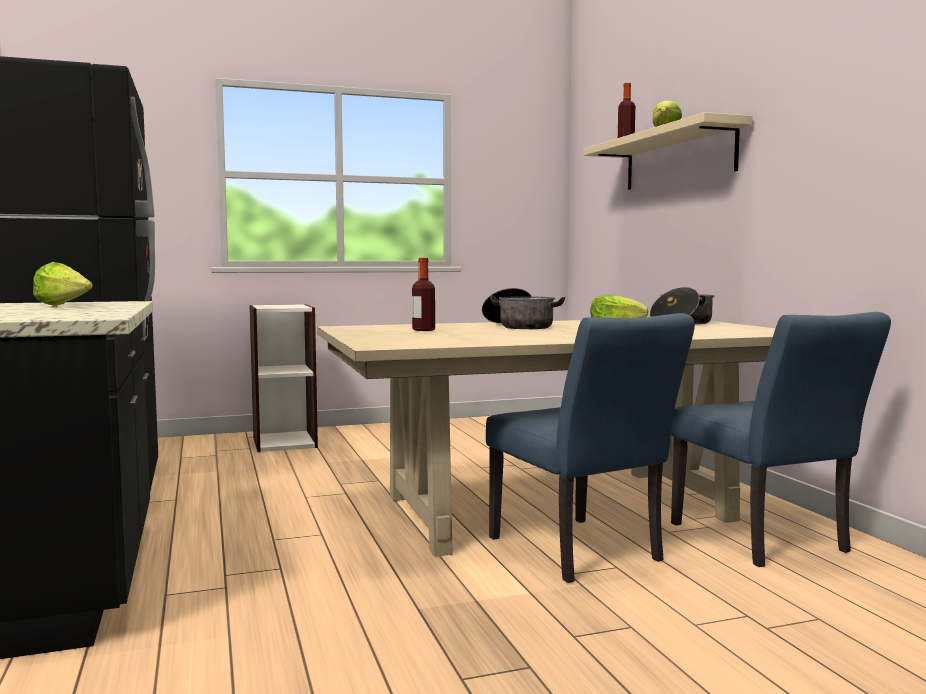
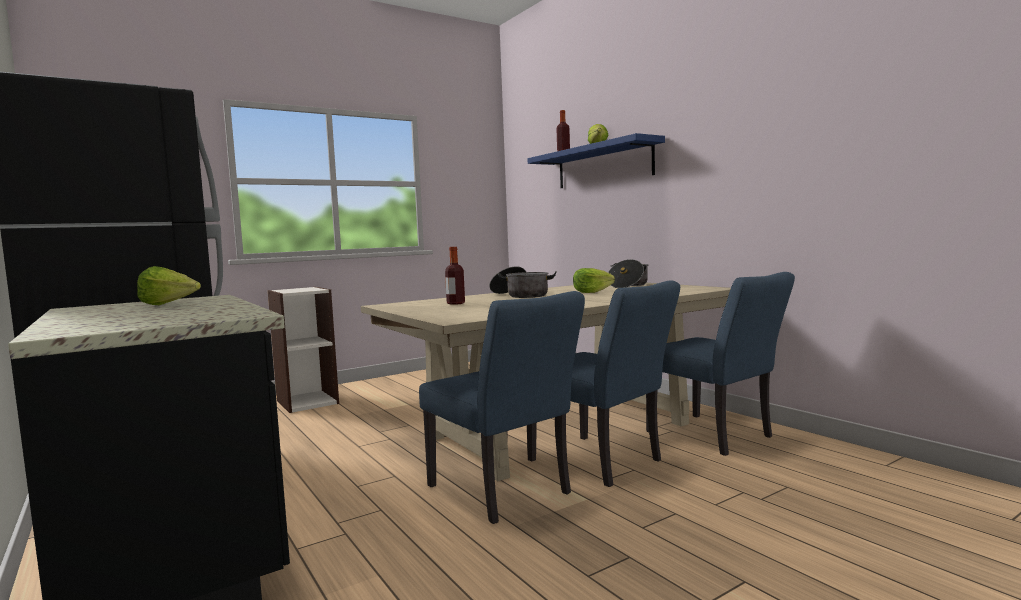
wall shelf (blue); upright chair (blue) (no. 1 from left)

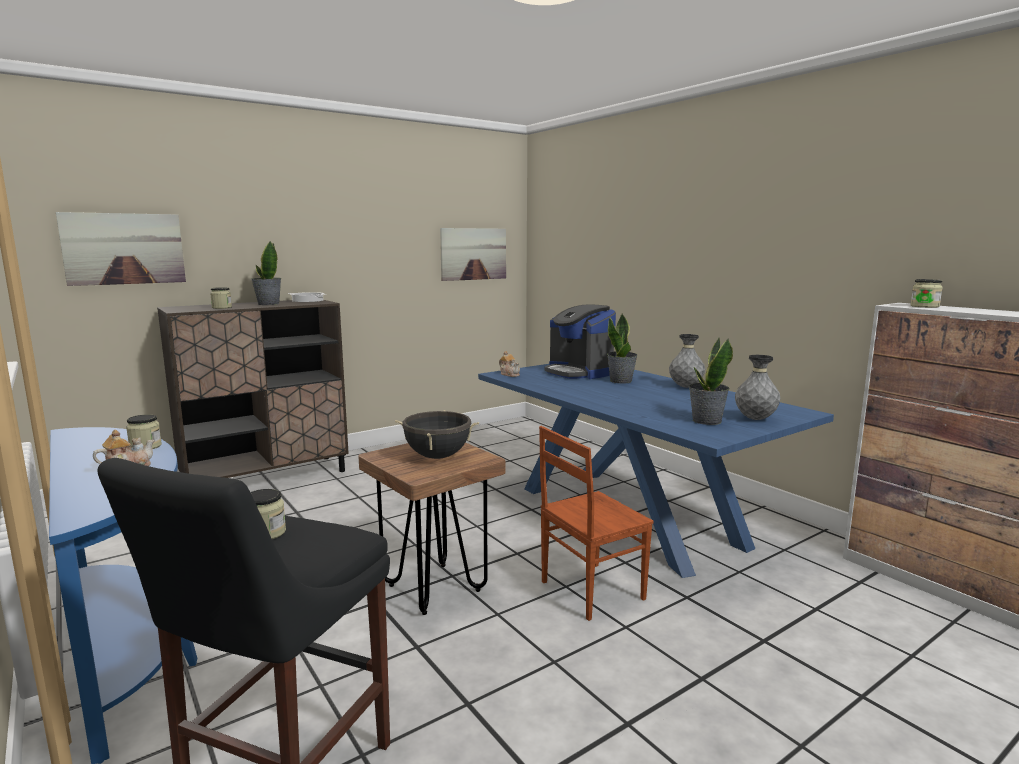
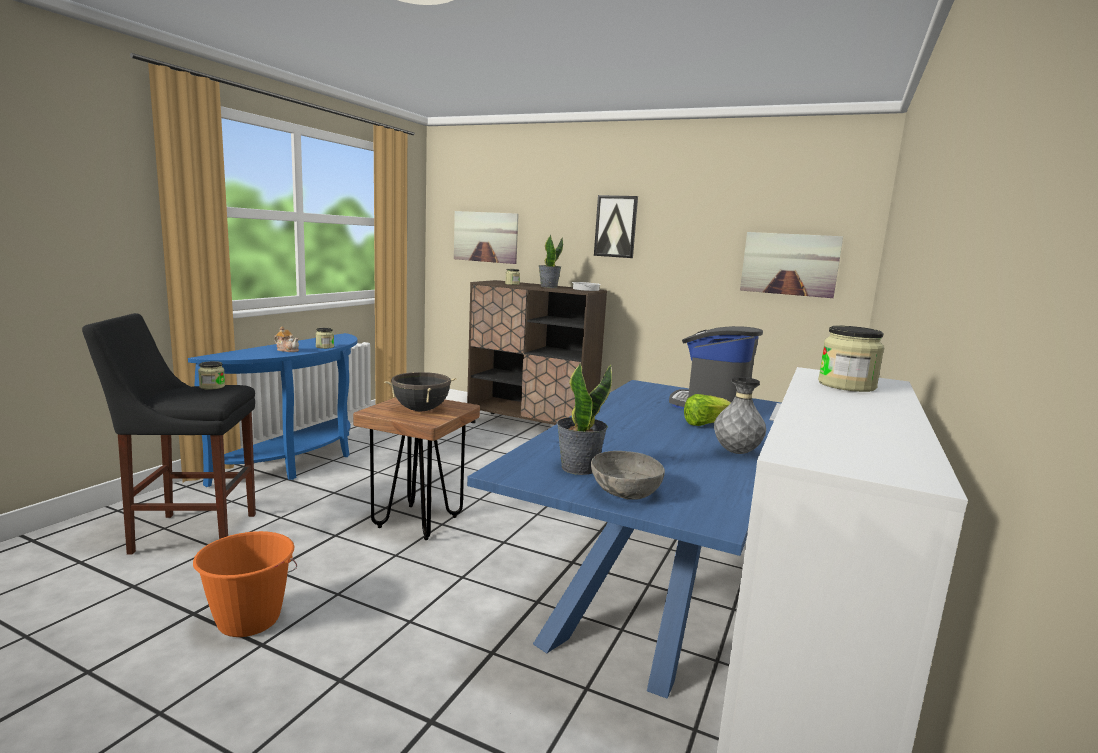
teapot (no. 2 from left in the first image); upright chair (brownish); lettuce head; deep dish (greyish); pail (orange-coloured); picture (no. 2 from left)

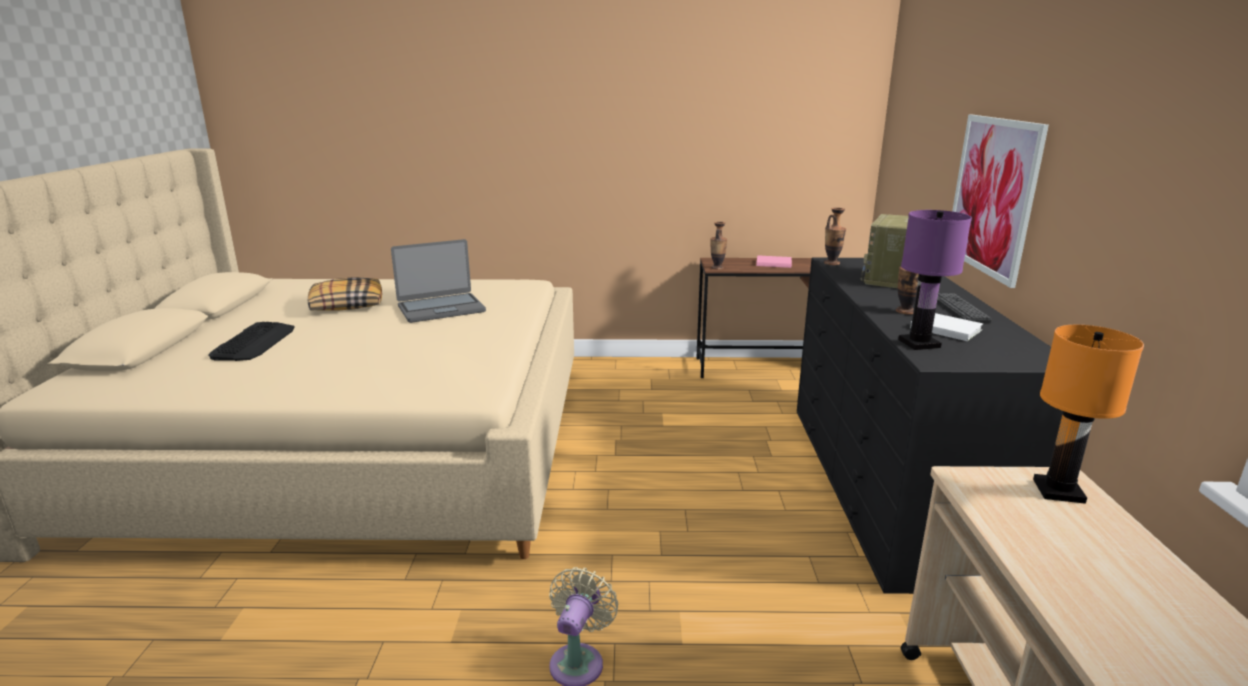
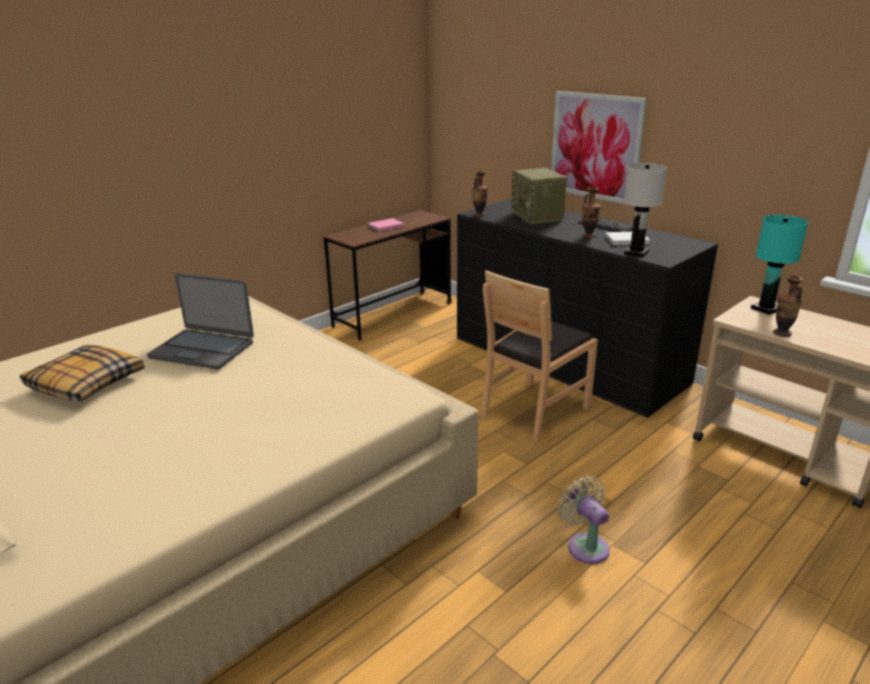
PC keyboard (no. 1 from left in the first image); laptop; decorative vase (no. 3 from left); table lamp (white-coloured); table lamp (turquoise-coloured); upright chair (brownish)

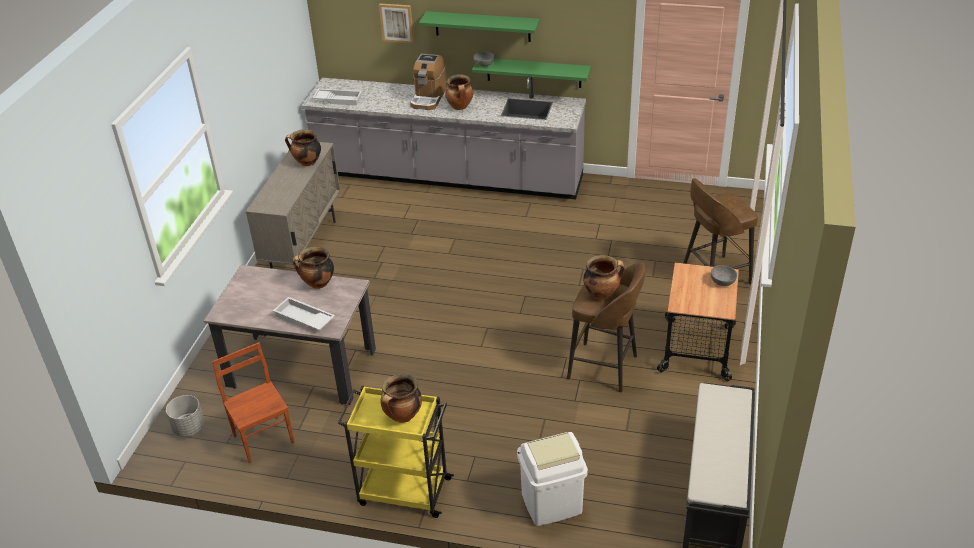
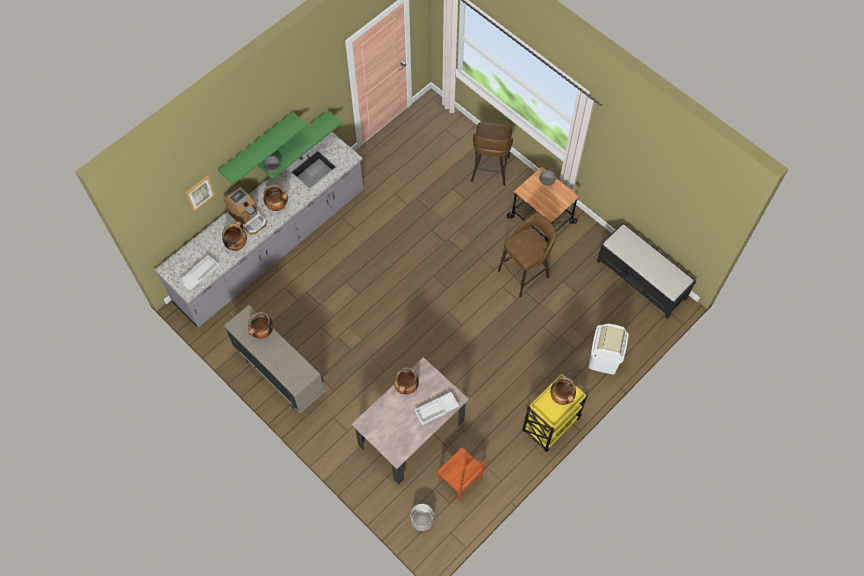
upright chair (brownish); stockpot (no. 1 from left)

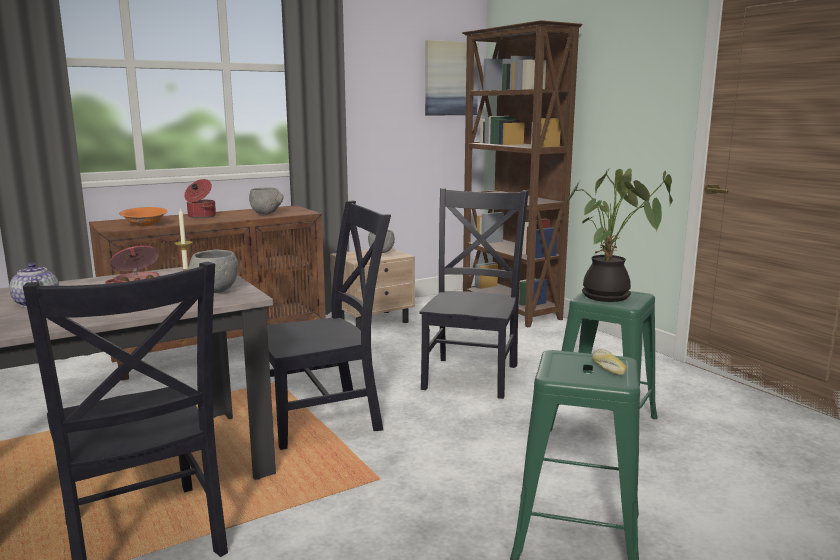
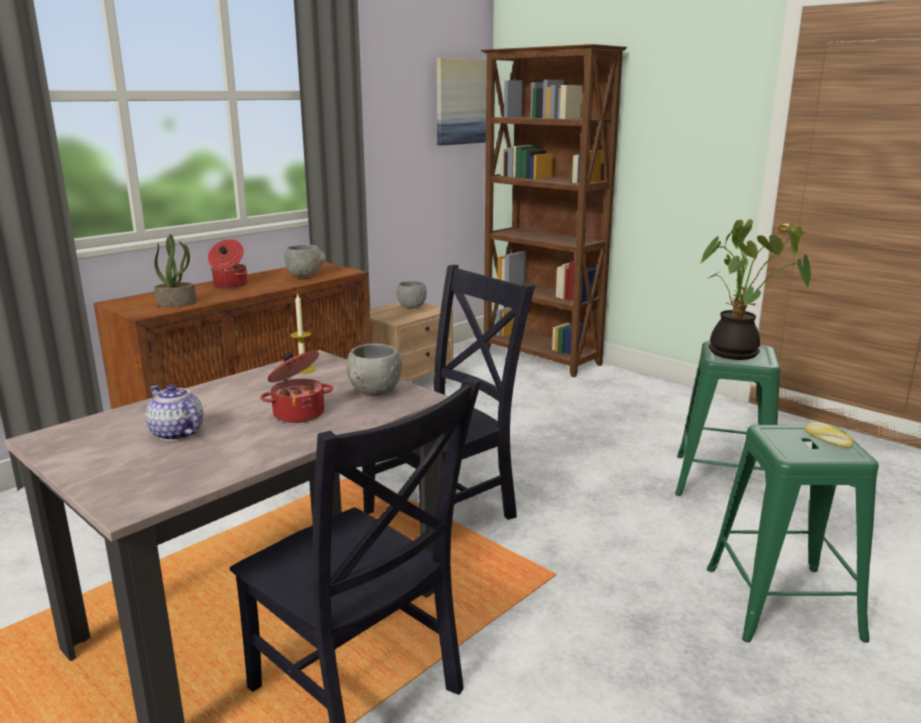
houseplant (no. 1 from left); upright chair (black) (no. 3 from left in the first image)

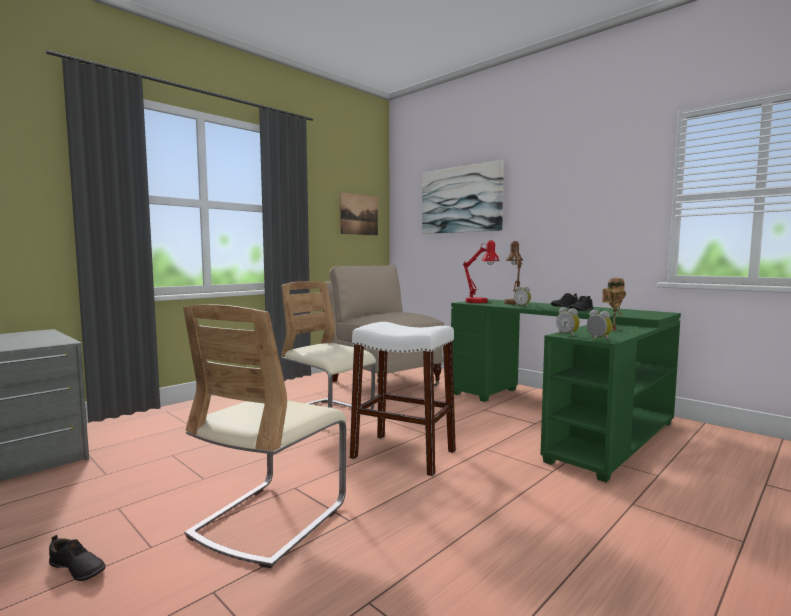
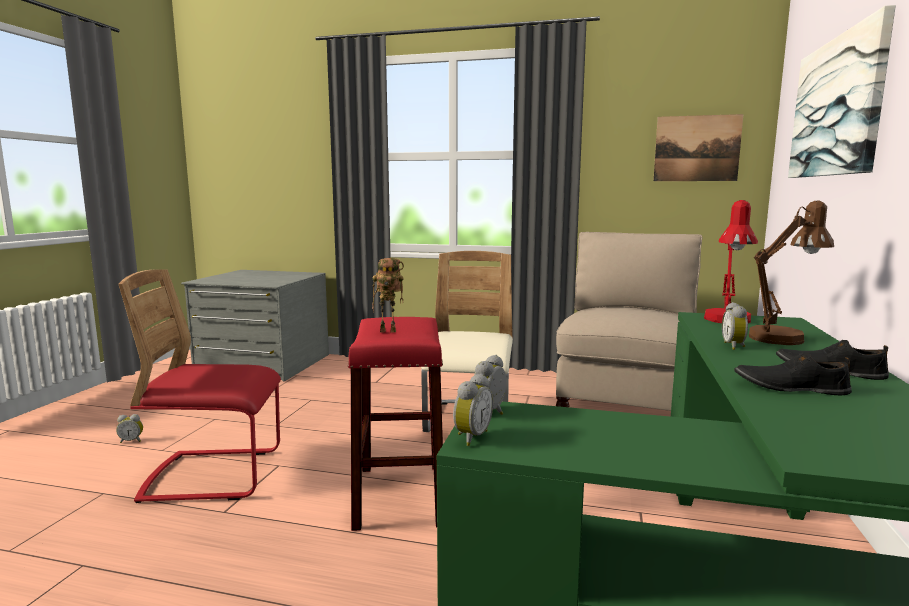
bedside clock (no. 1 from left); upright chair (red); stool seat (red); toy robot

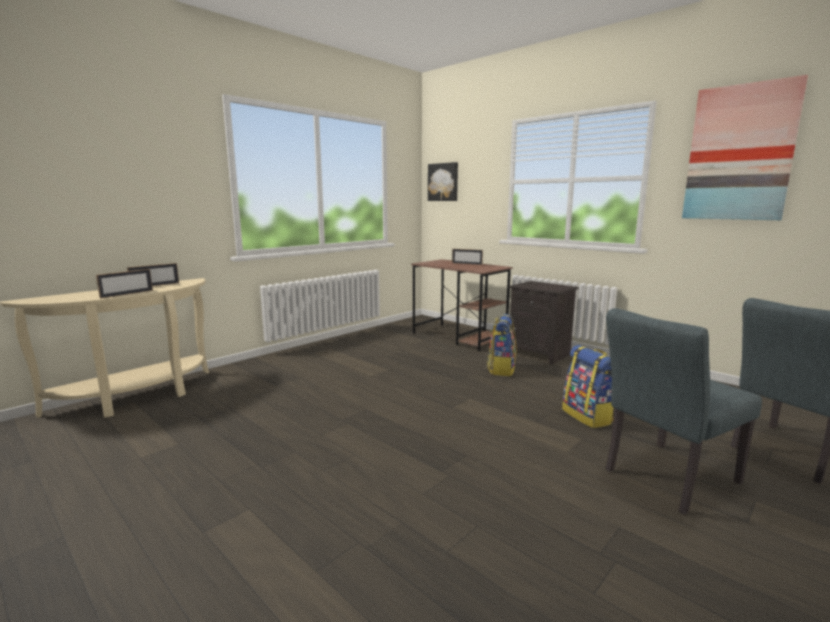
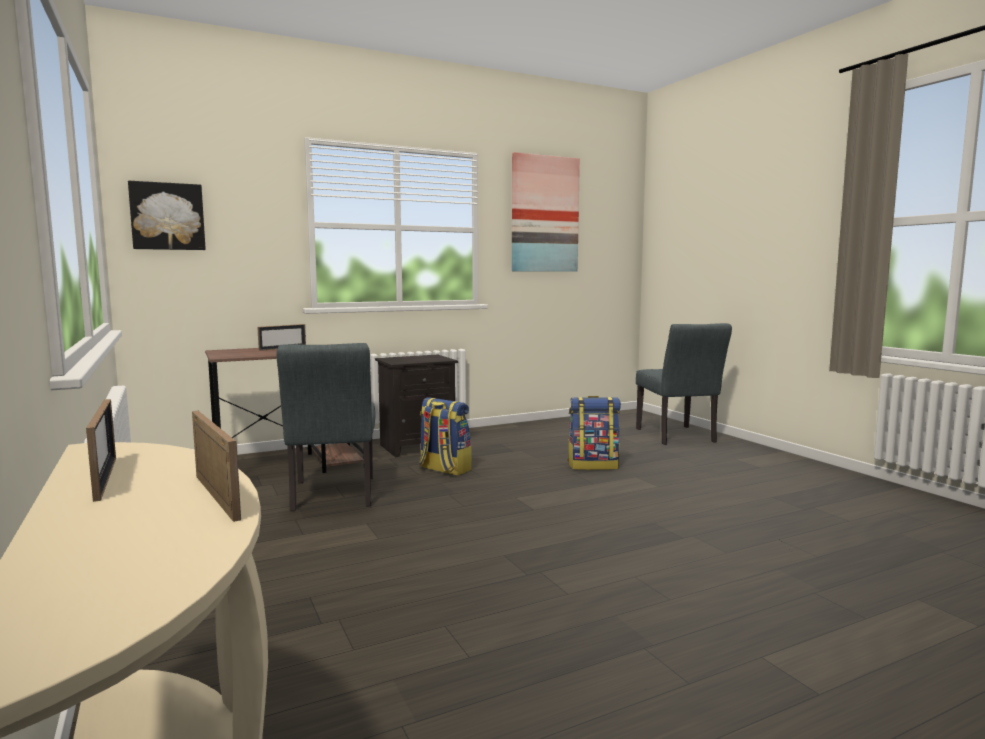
upright chair (greyish) (no. 1 from left)

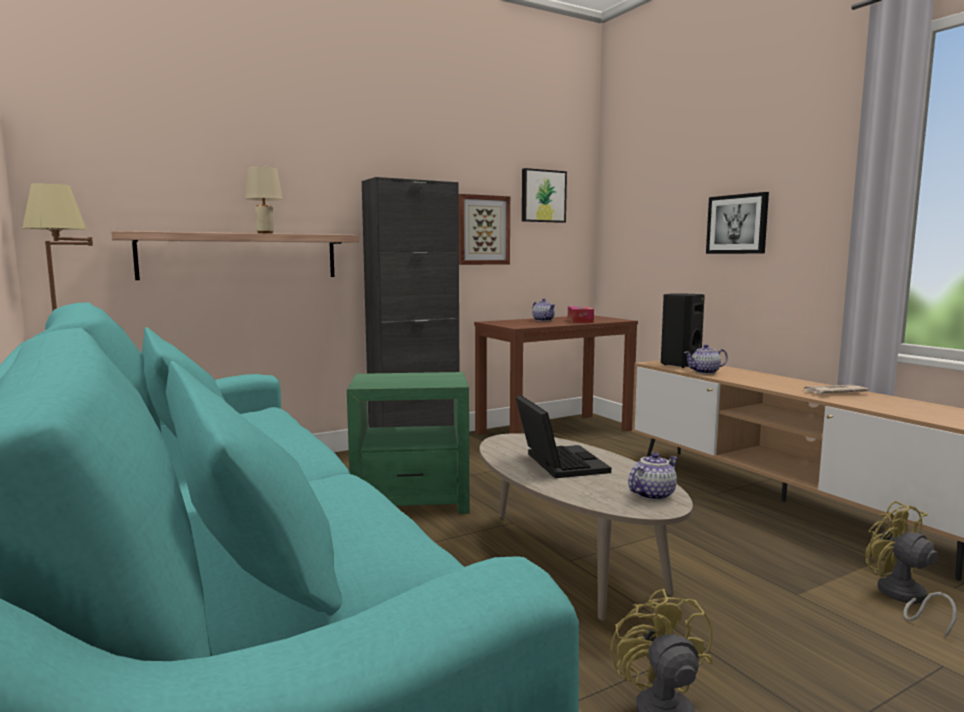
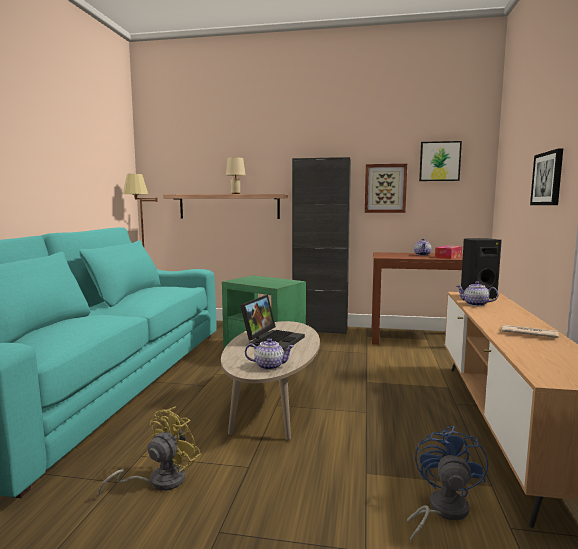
electric fan (blue)

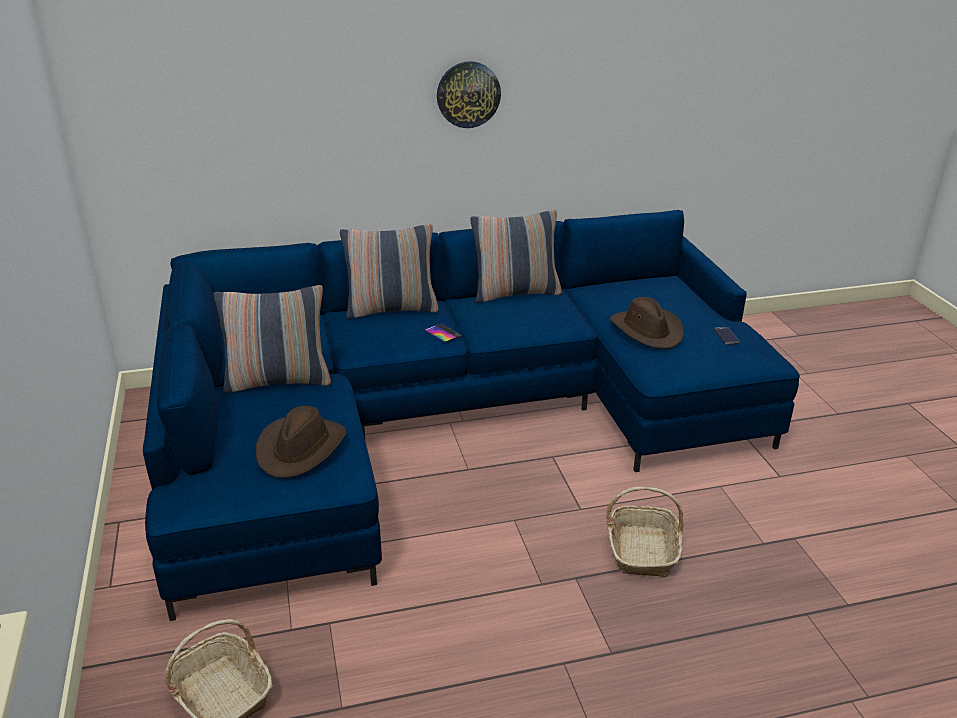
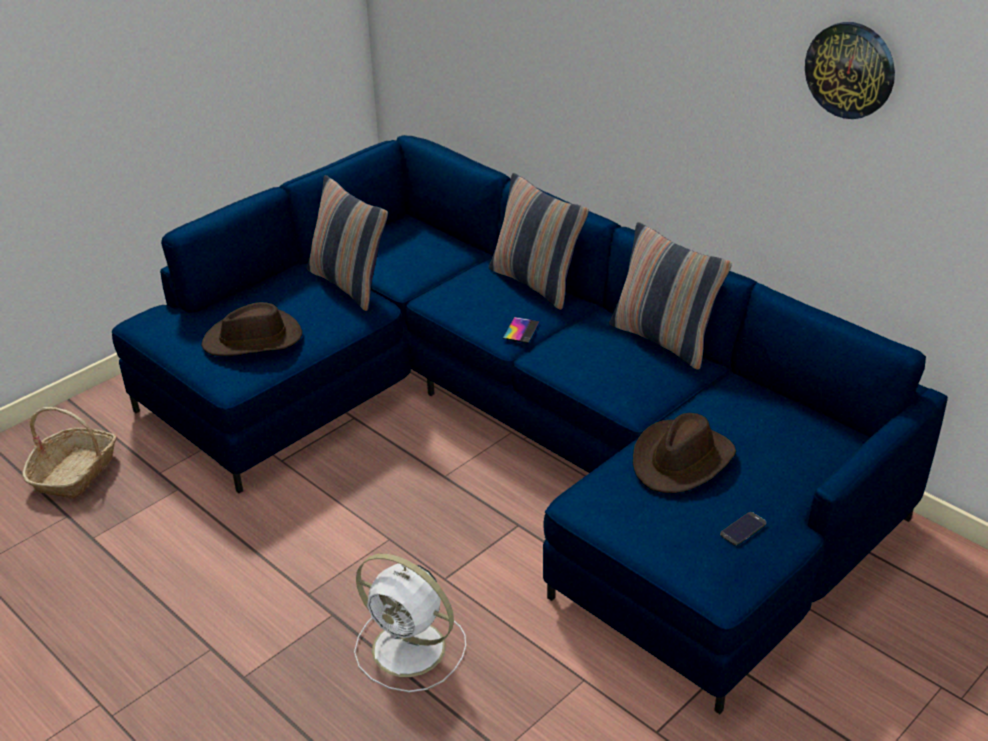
hanging clock; electric fan (white-coloured)

